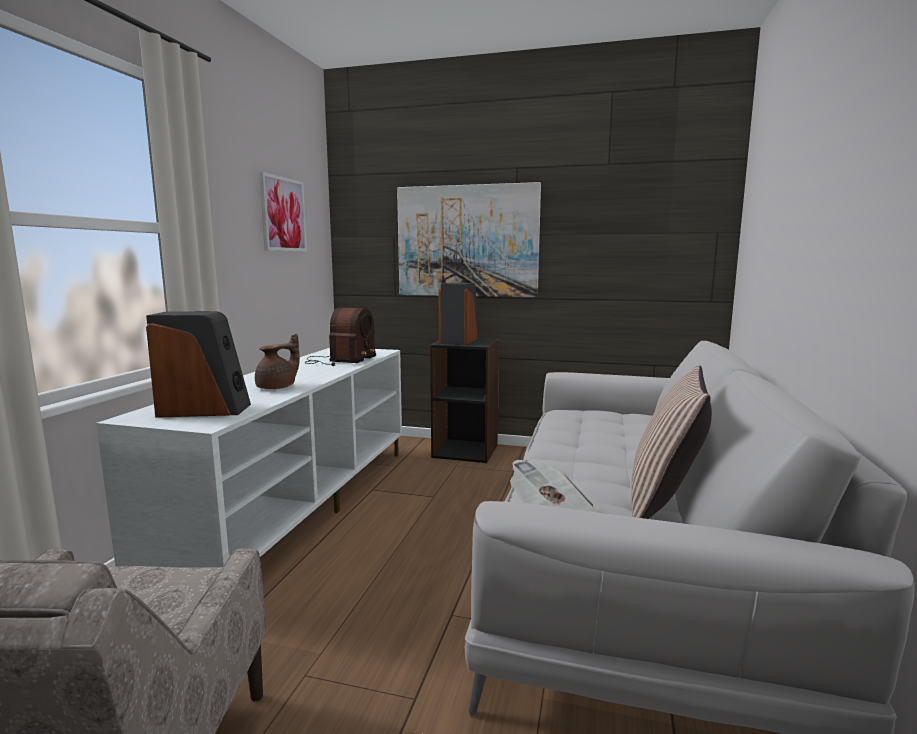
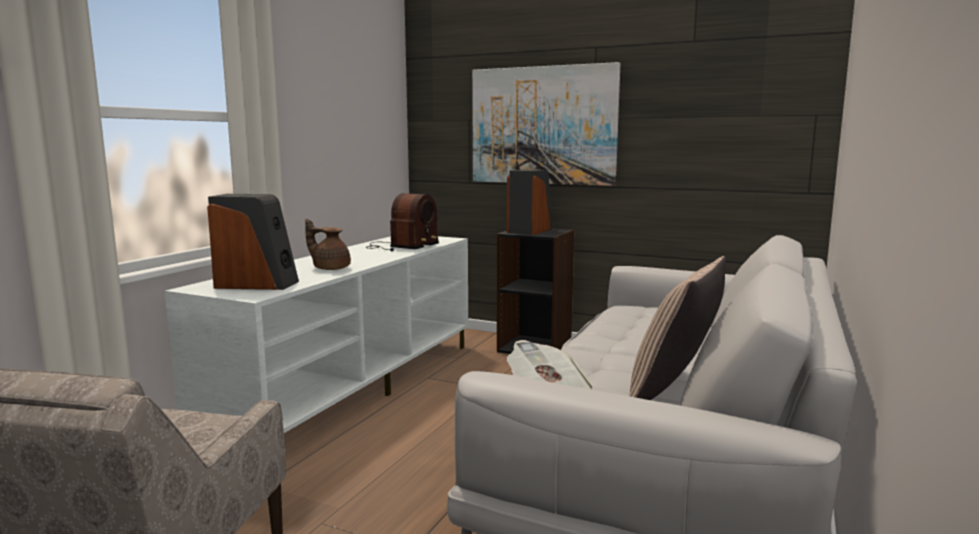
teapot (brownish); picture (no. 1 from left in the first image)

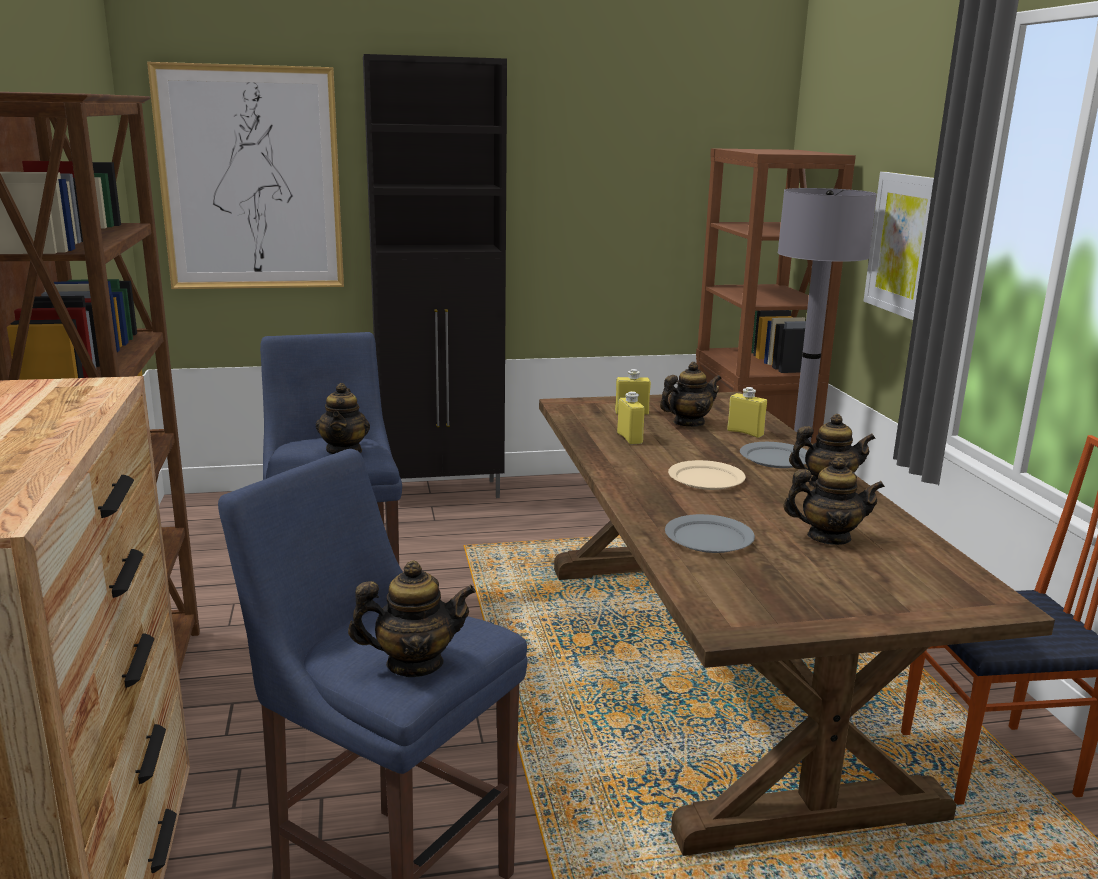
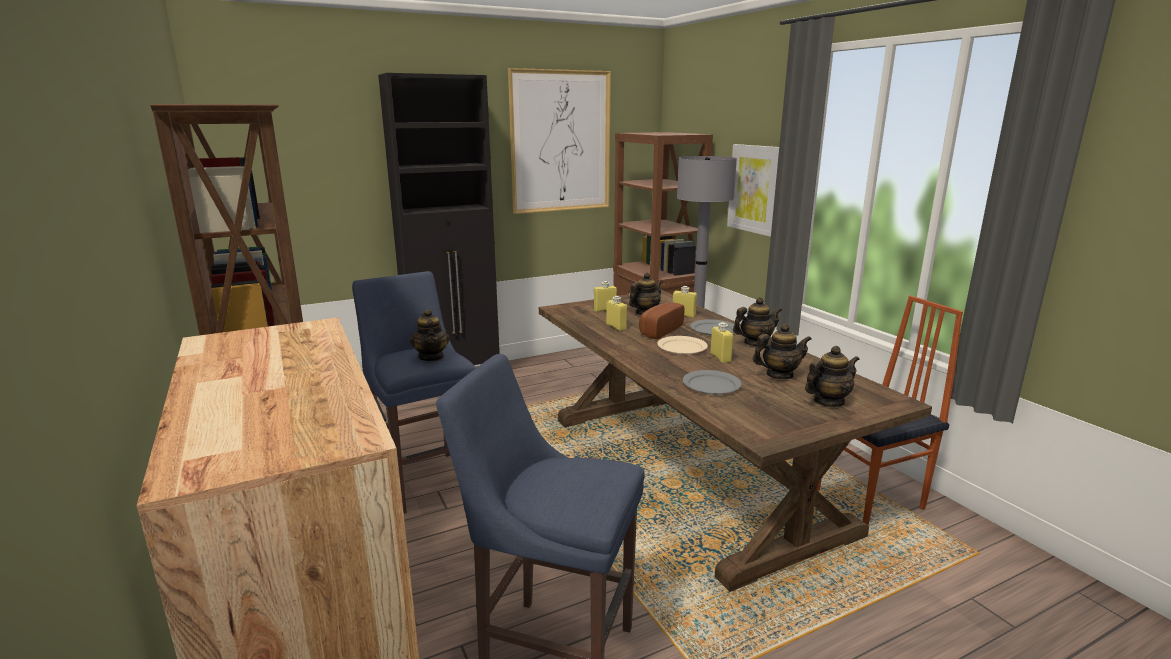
picture (no. 1 from left); teapot (no. 5 from left); baked bread; beverage bottle (yellow) (no. 4 from left)

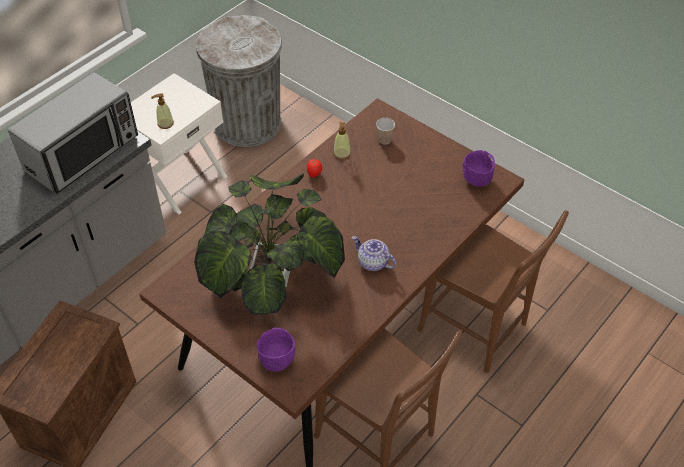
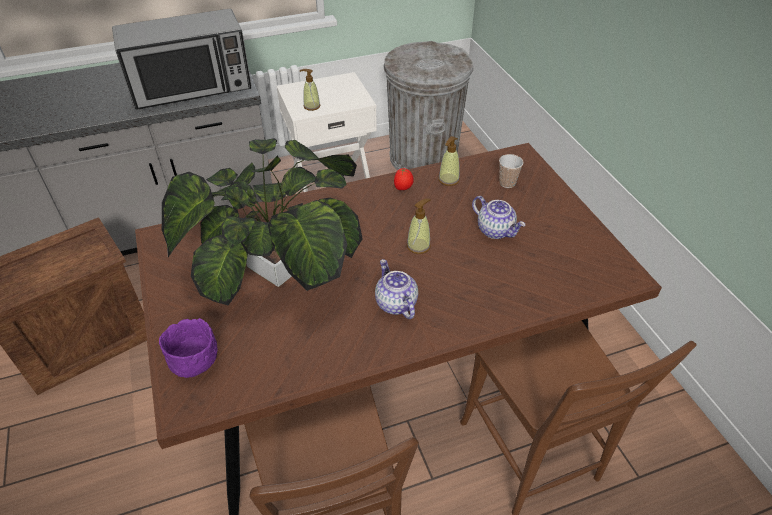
deep dish (purple-coloured) (no. 2 from left in the first image); soap bottle (no. 2 from left); teapot (no. 2 from left)

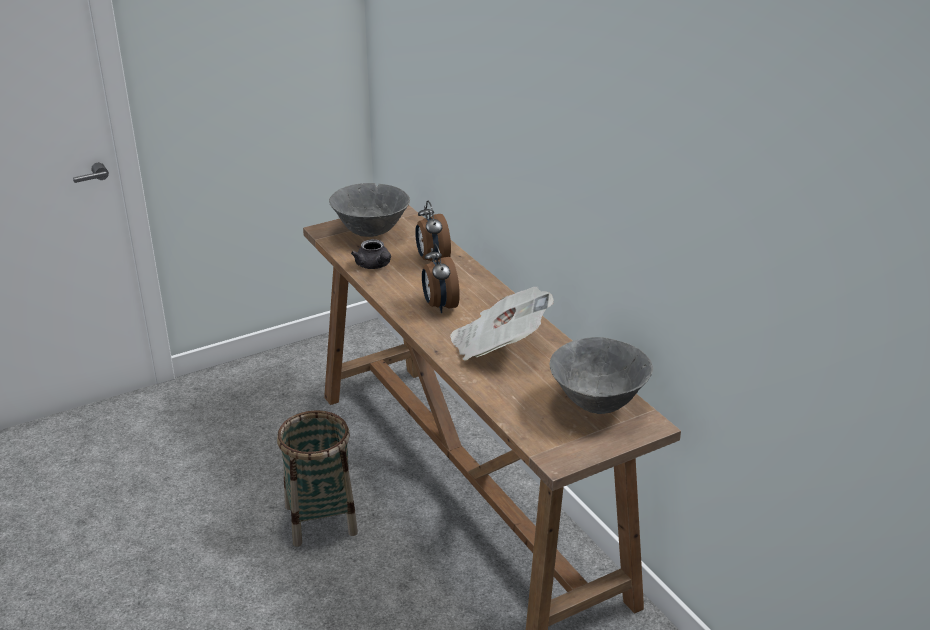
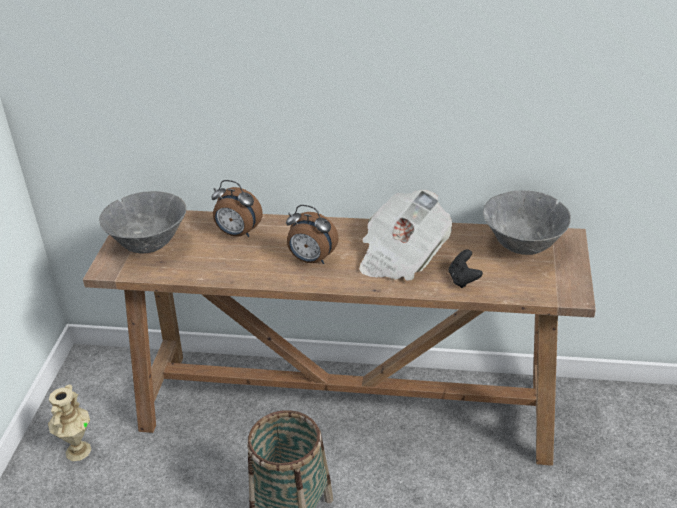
teapot (greyish); decorative vase (beige); gamepad (black)

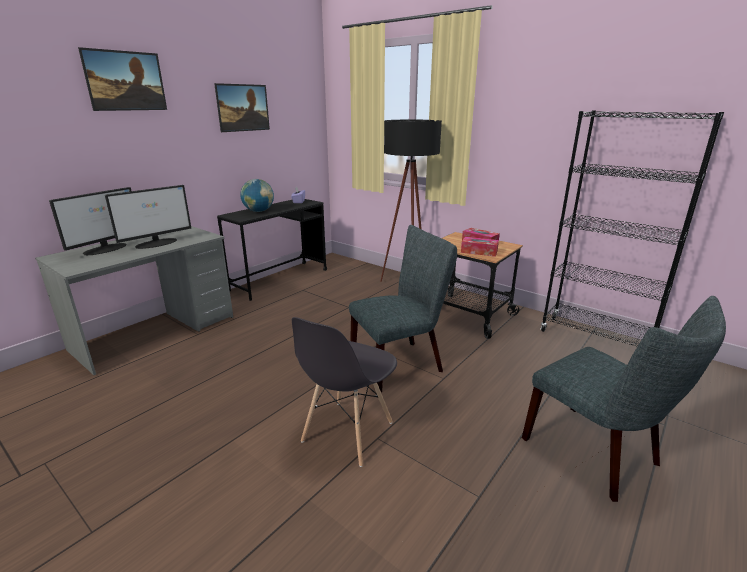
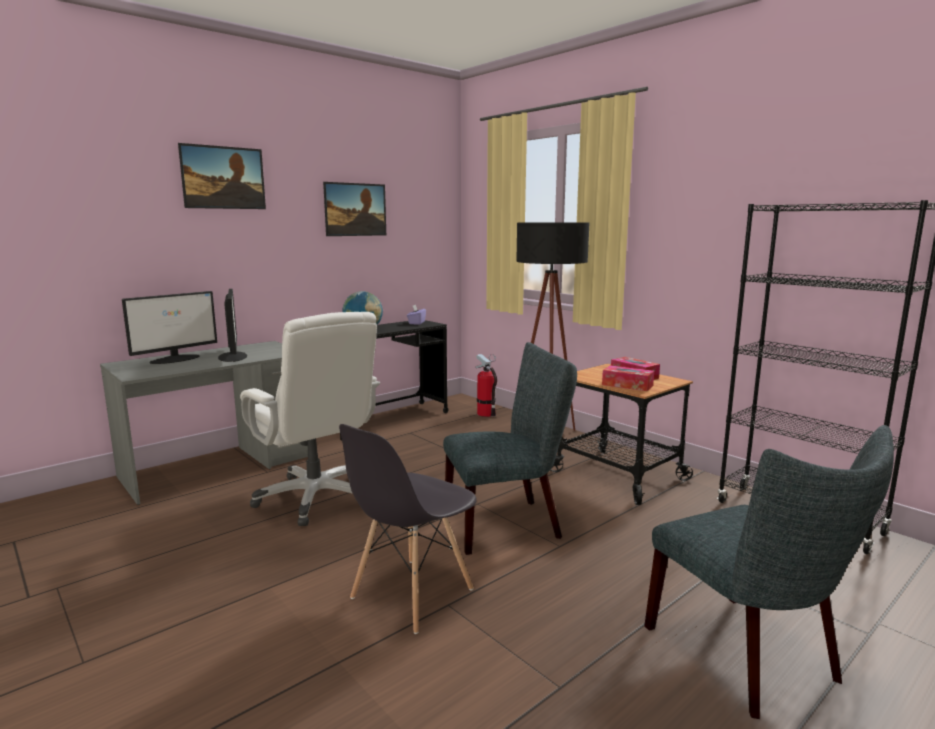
monitor (no. 2 from left); desk chair (white-coloured); fire-fighting cylinder

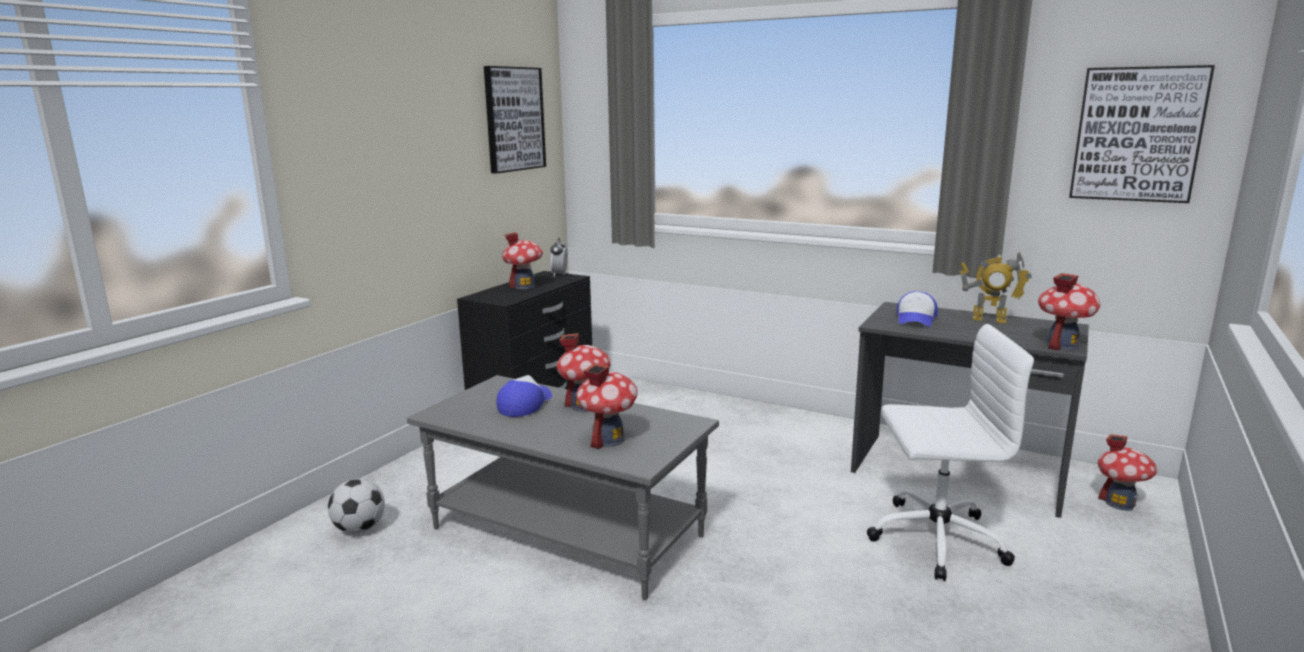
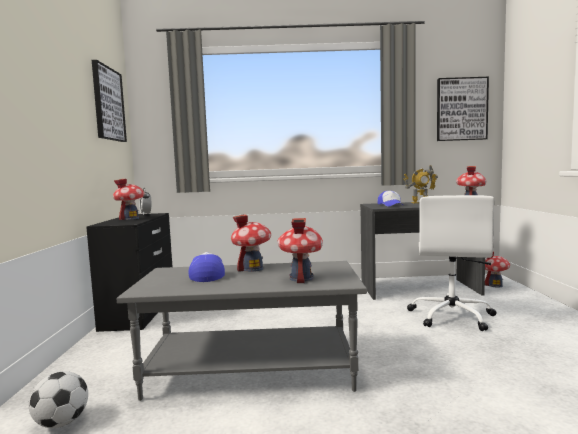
desk chair (white-coloured)

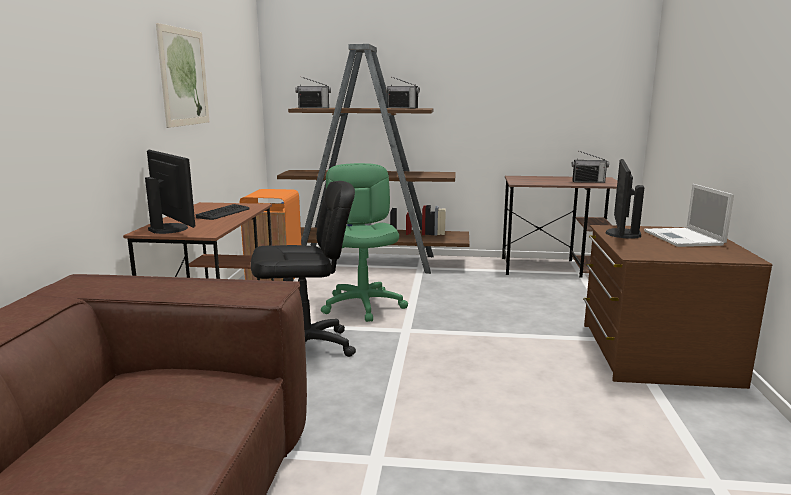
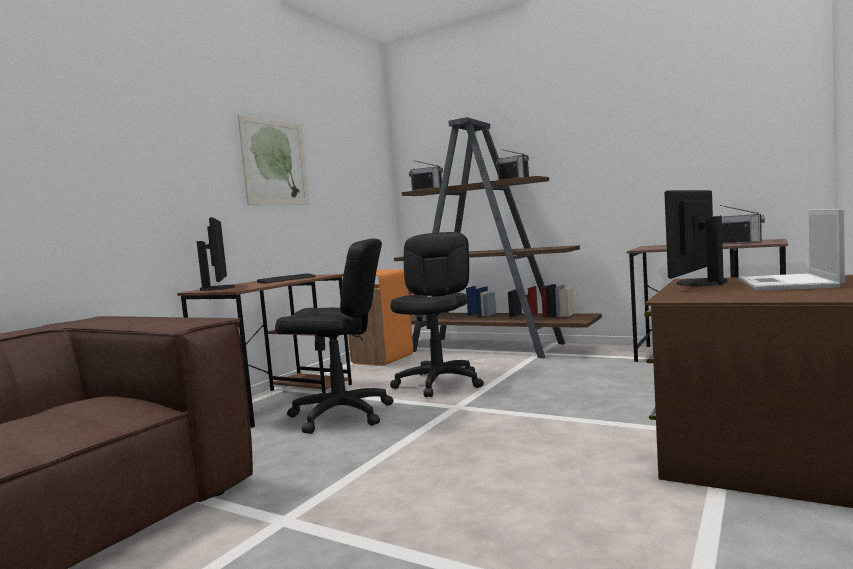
desk chair (black) (no. 2 from left)

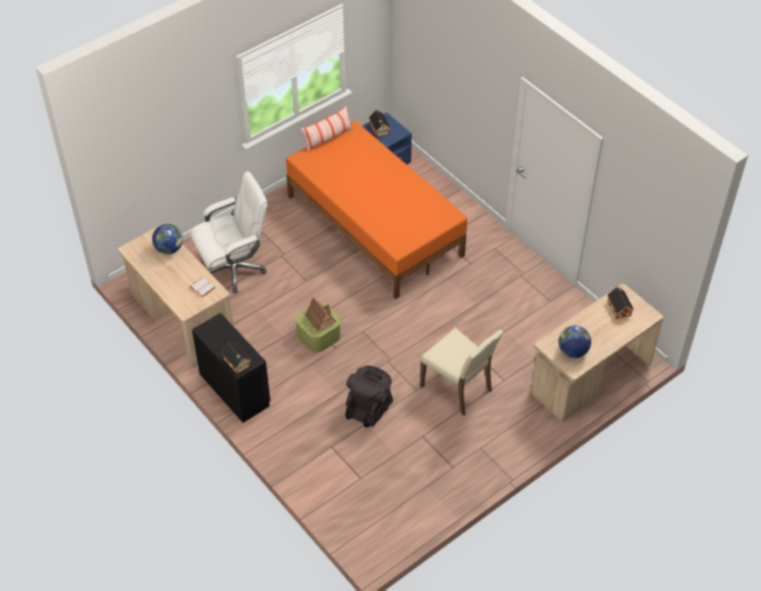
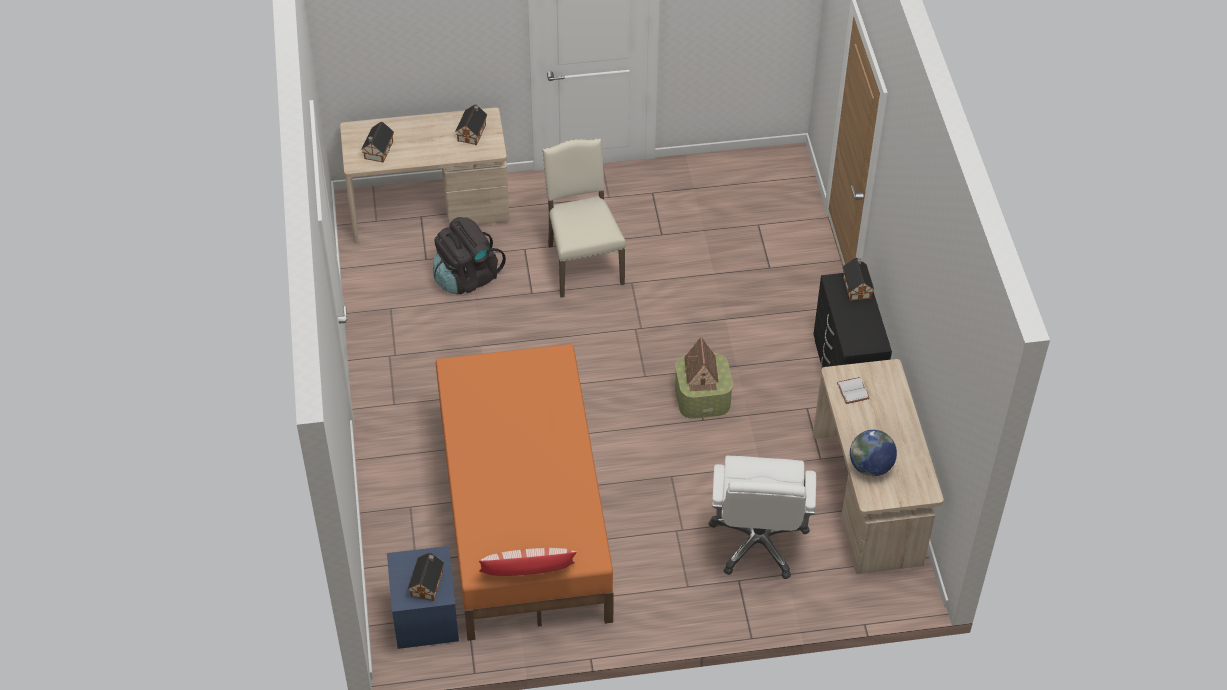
desk chair (white-coloured); rucksack (black); miniature house (no. 3 from left)

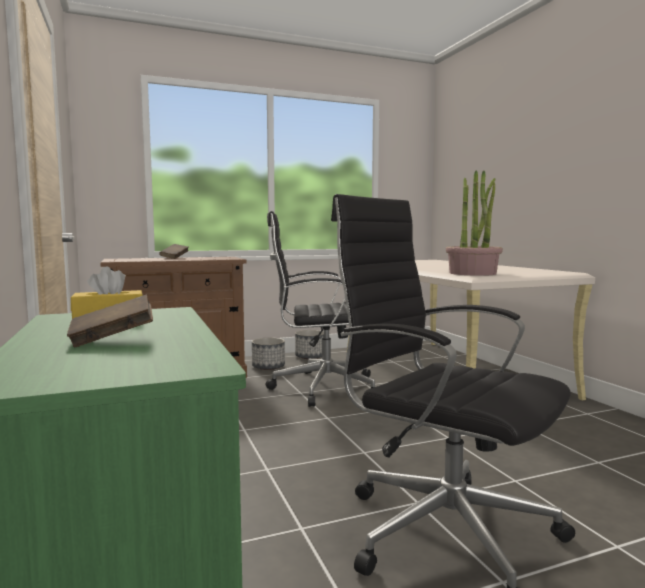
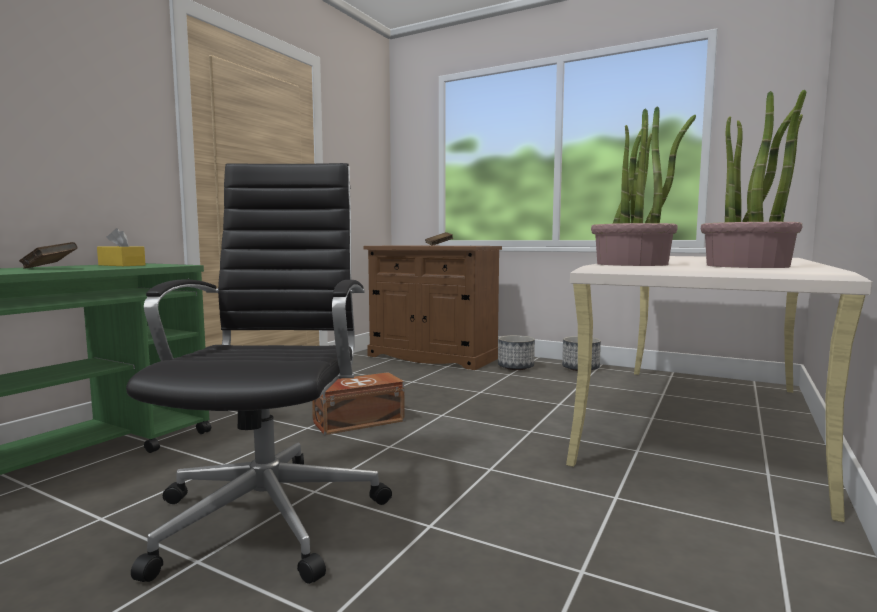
desk chair (black) (no. 1 from left in the first image); storage container (brownish); houseplant (no. 2 from left)

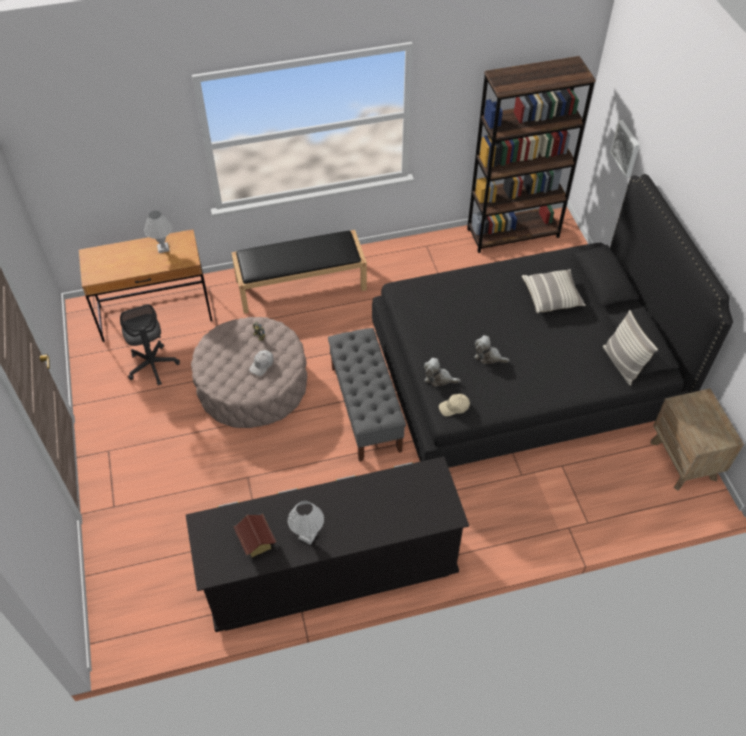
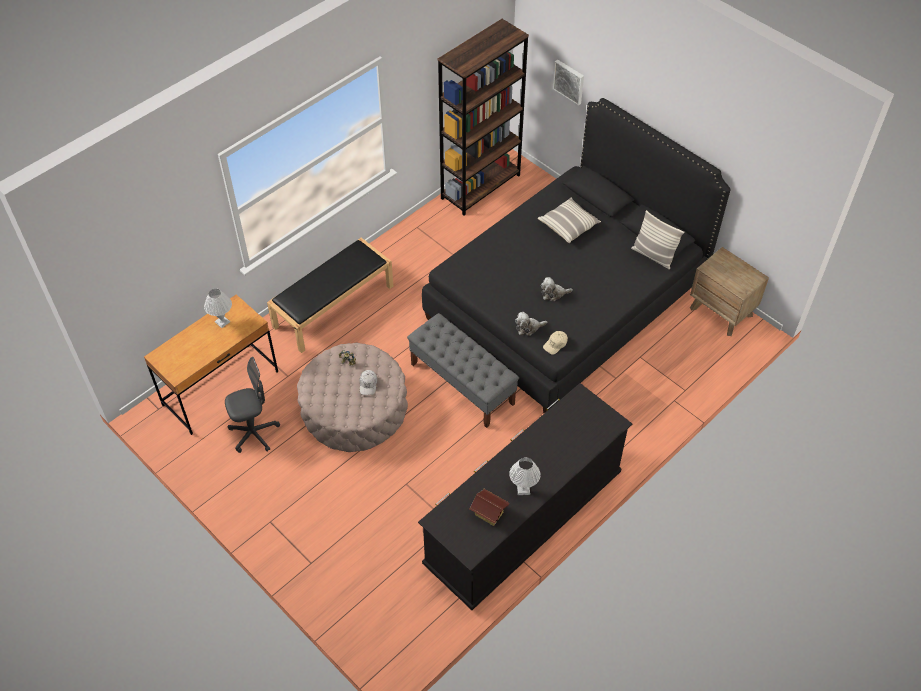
desk chair (greyish)

